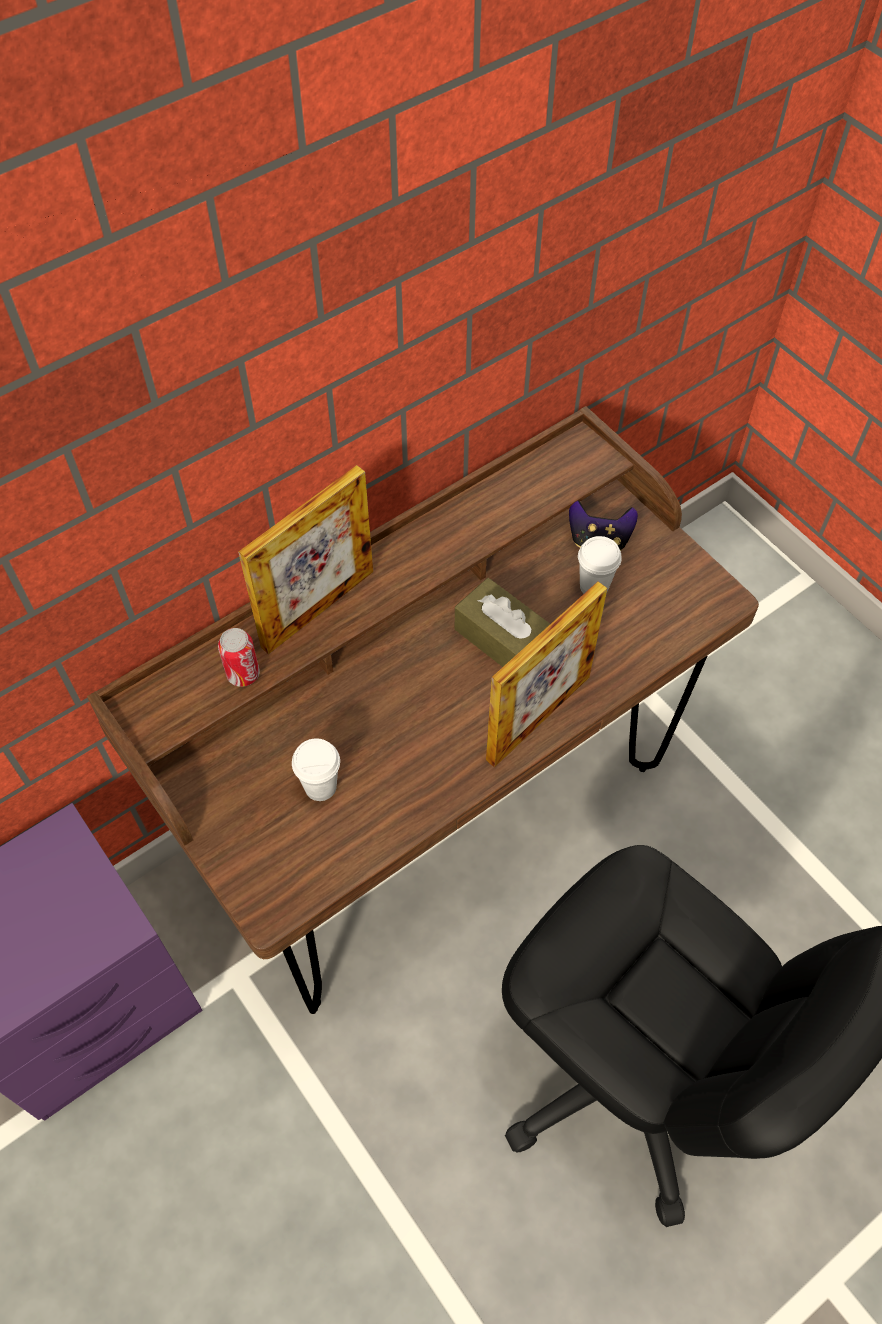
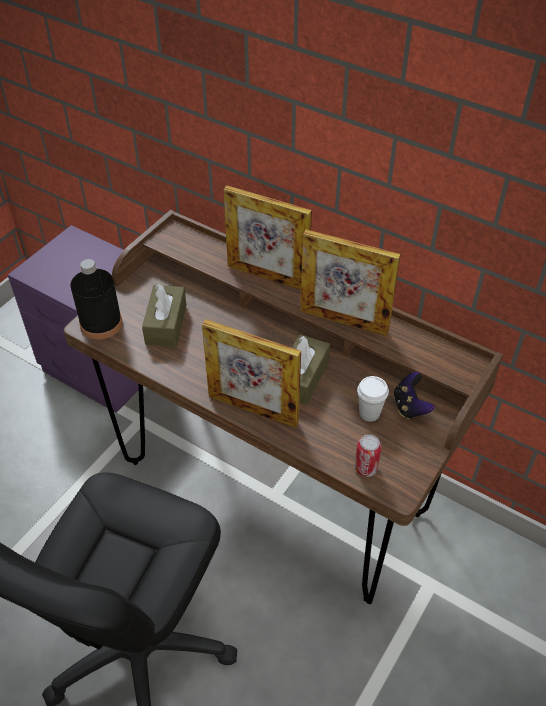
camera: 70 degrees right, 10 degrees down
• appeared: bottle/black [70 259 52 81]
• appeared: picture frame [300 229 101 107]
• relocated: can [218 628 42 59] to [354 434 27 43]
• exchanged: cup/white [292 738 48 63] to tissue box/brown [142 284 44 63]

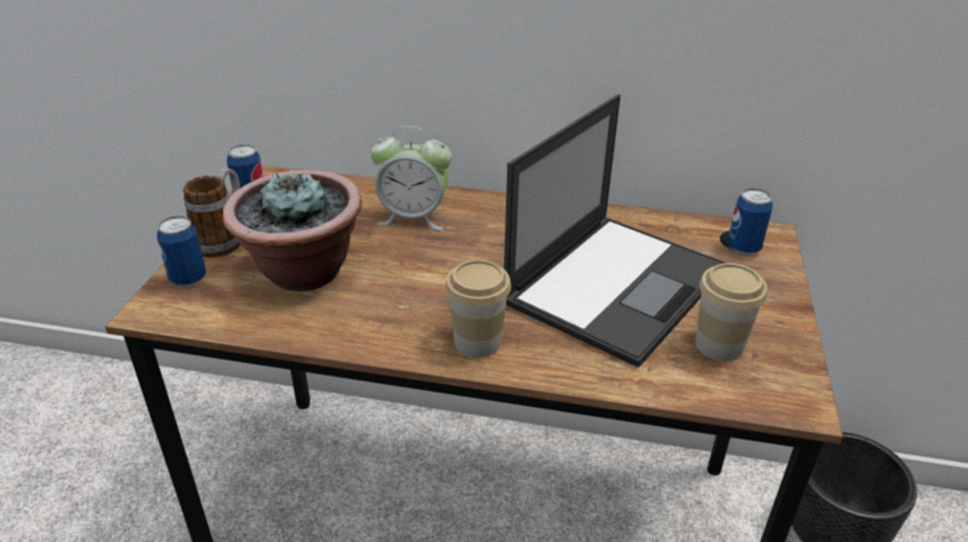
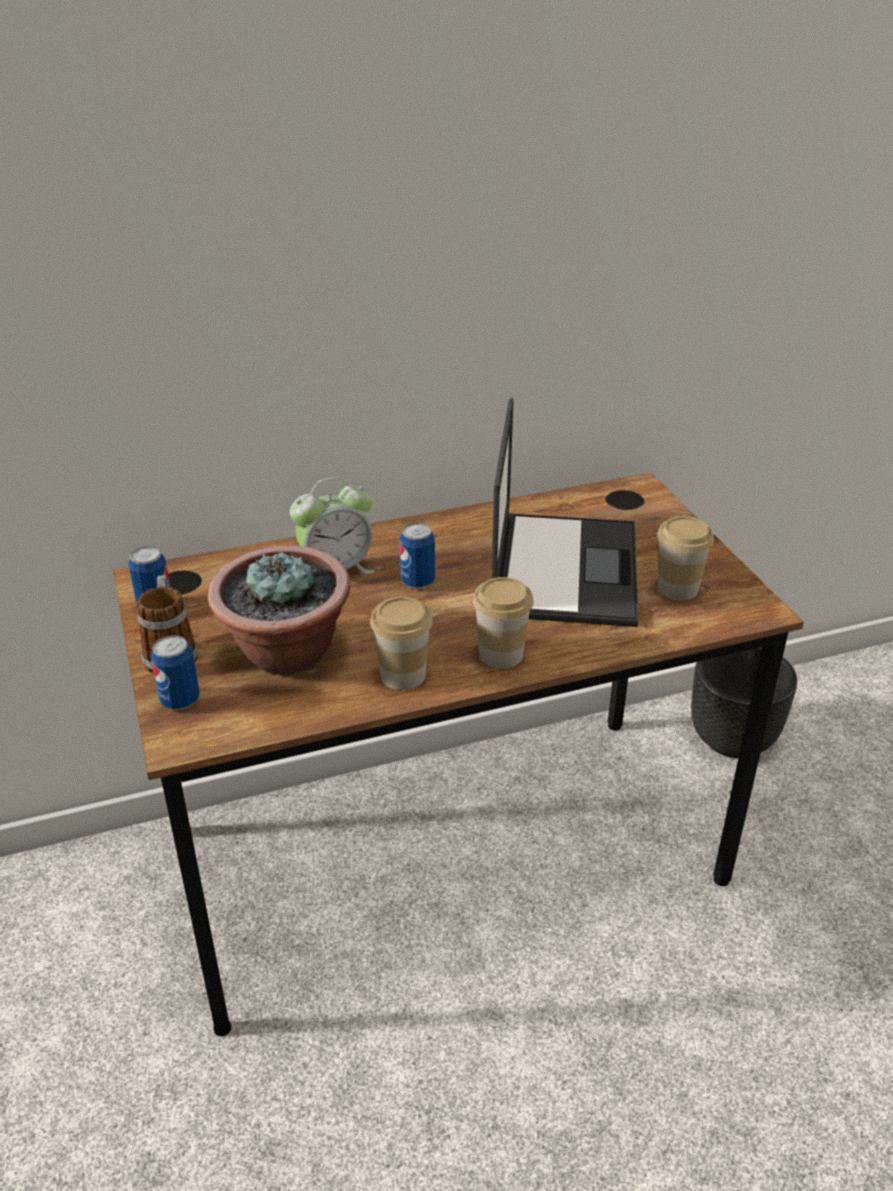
camera: 30 degrees left, 0 degrees up
• appeared: cup [370 597 63 93]
• relocated: can [728 188 45 67] to [400 523 35 66]

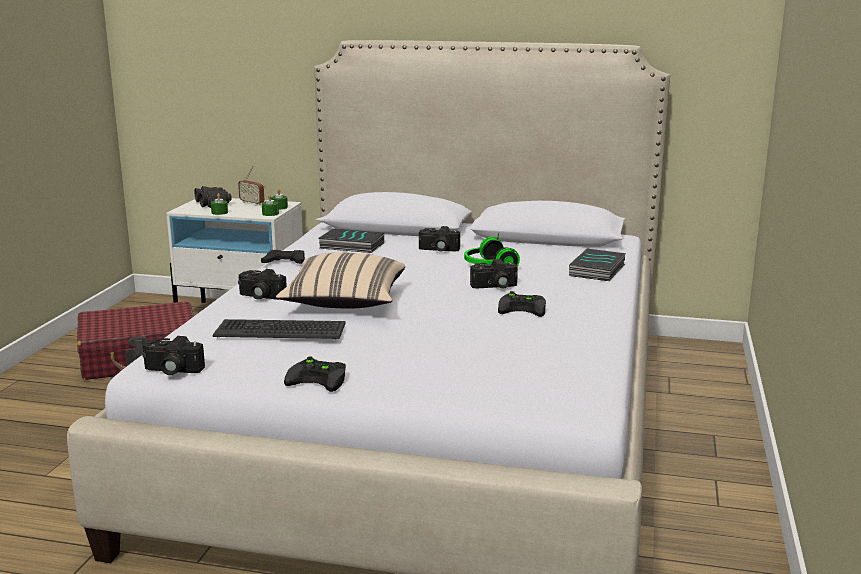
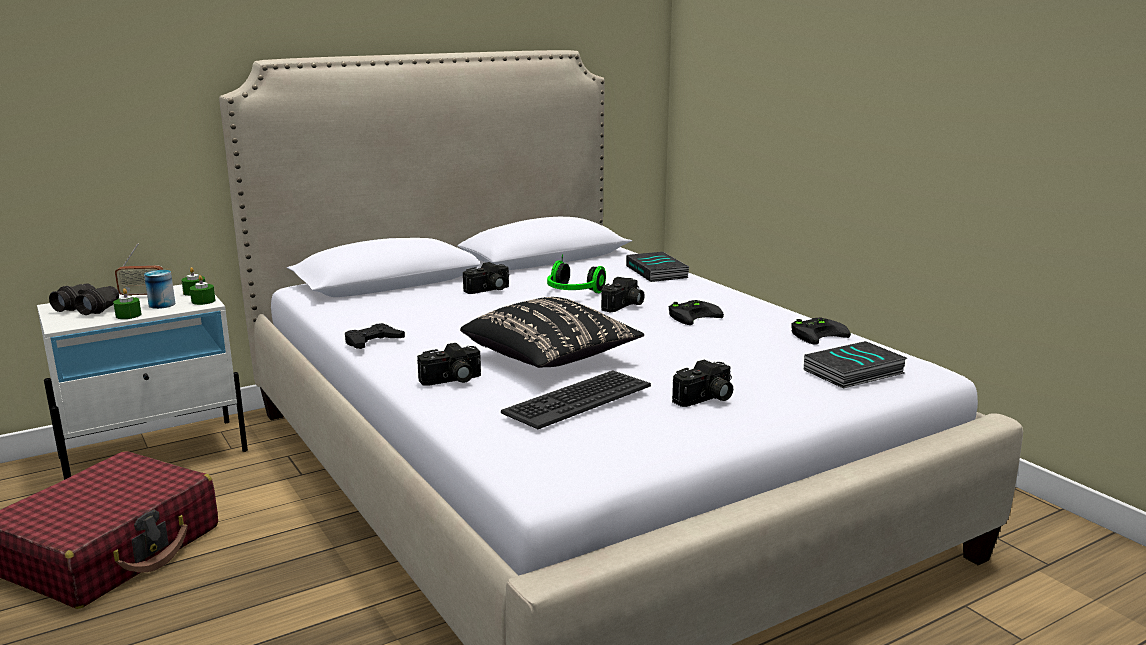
camera: 45 degrees left, 0 degrees up
• appeared: can [144 270 32 39]
• relocated: photo camera [142 336 63 39] to [672 360 61 47]
• relocated: game controller/black [284 356 62 36] to [791 317 60 28]
• relocated: book [318 228 66 25] to [804 341 103 48]
• colour: pillow/beige [276 253 129 55] to pillow/black [460 297 184 71]

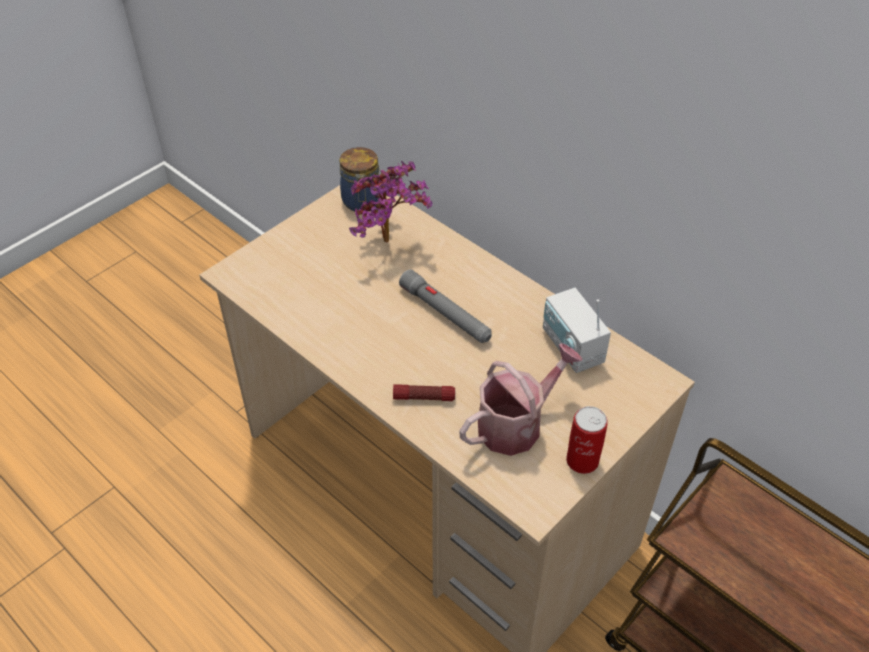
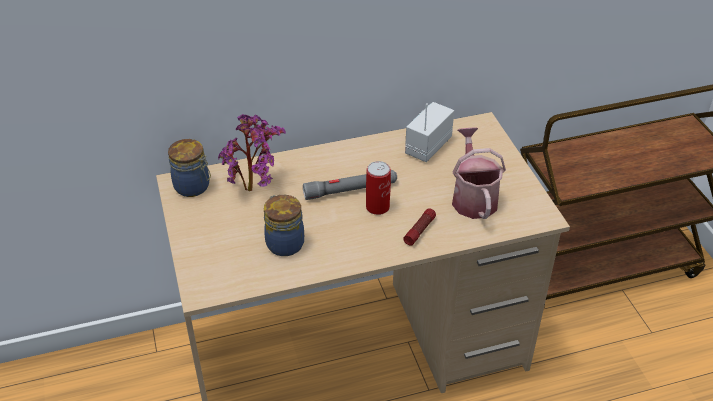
camera: 60 degrees left, 5 degrees down
• appeared: jar [264 195 40 61]
• relocated: can [566 406 42 68] to [366 161 25 54]
• spun: radio [543 288 68 85] = [405 102 49 60] 120 degrees clockwise

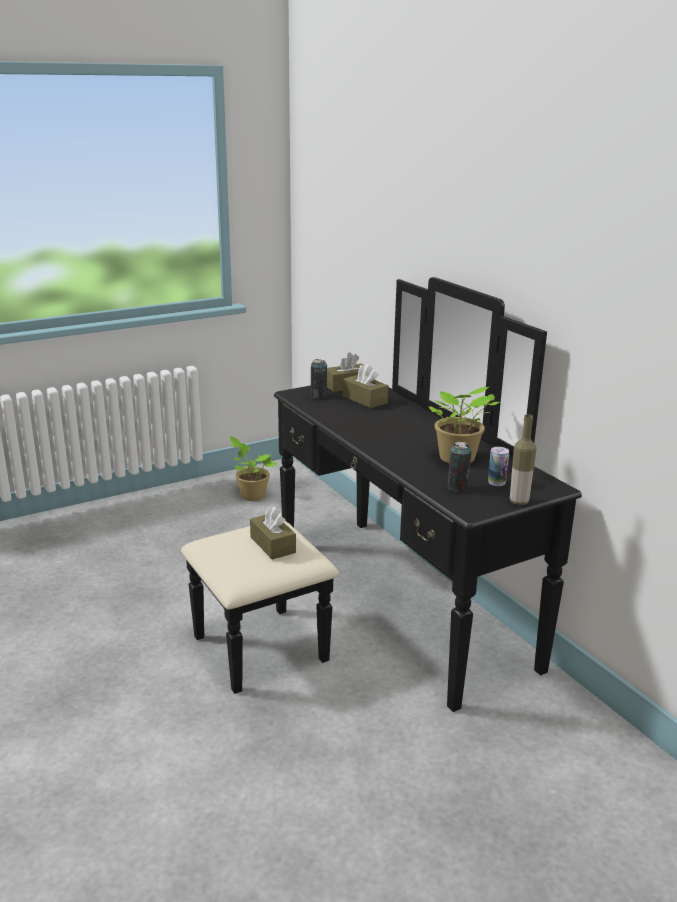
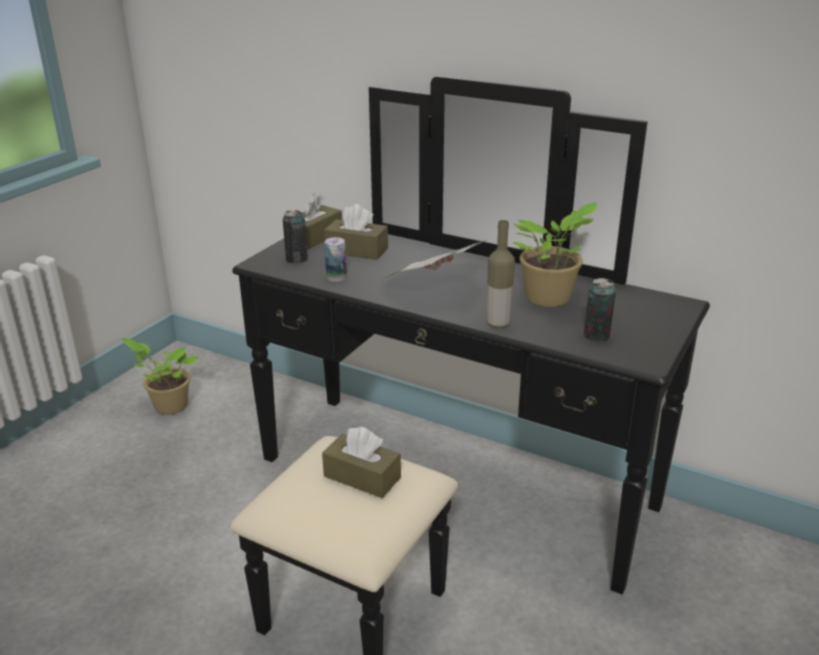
camera: 30 degrees left, 5 degrees up
• appeared: newspaper [382 241 102 38]
• relocated: can [488 447 21 39] to [324 237 23 45]
• relocated: bottle [510 415 27 90] to [487 220 28 109]

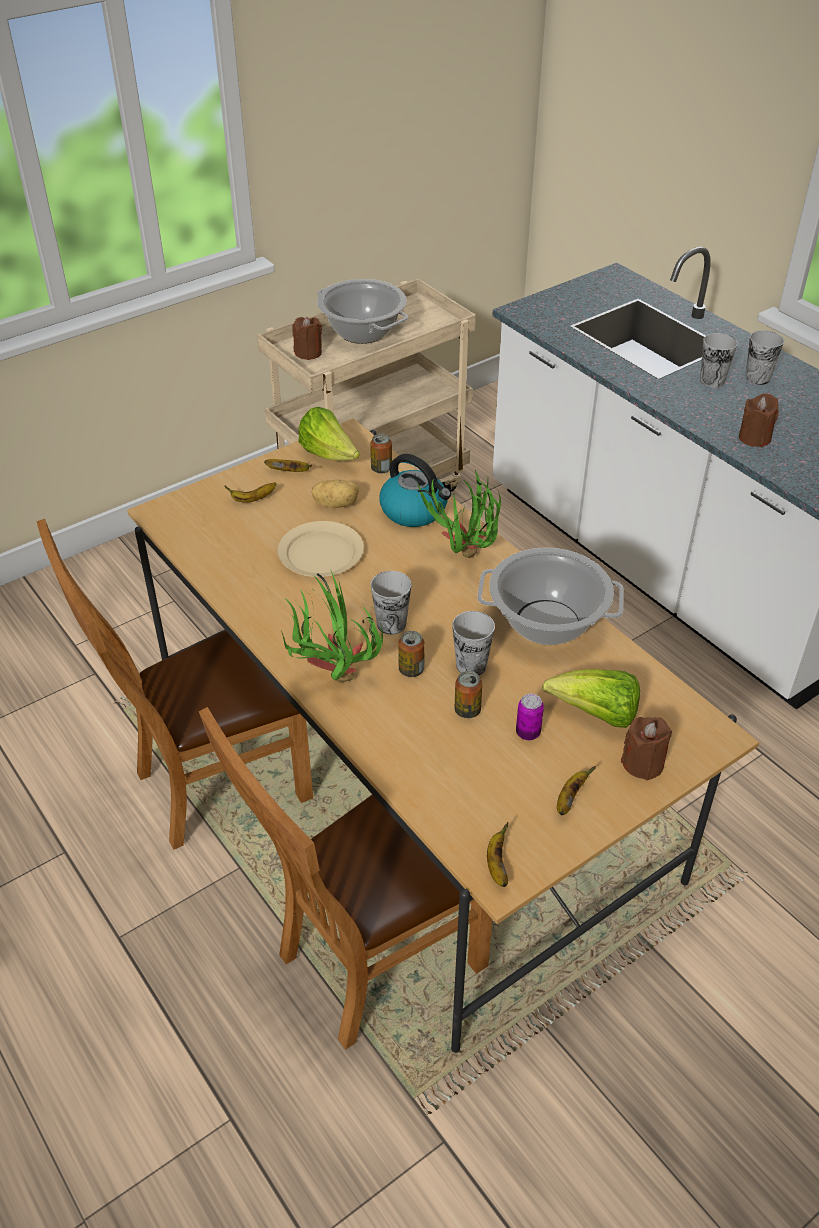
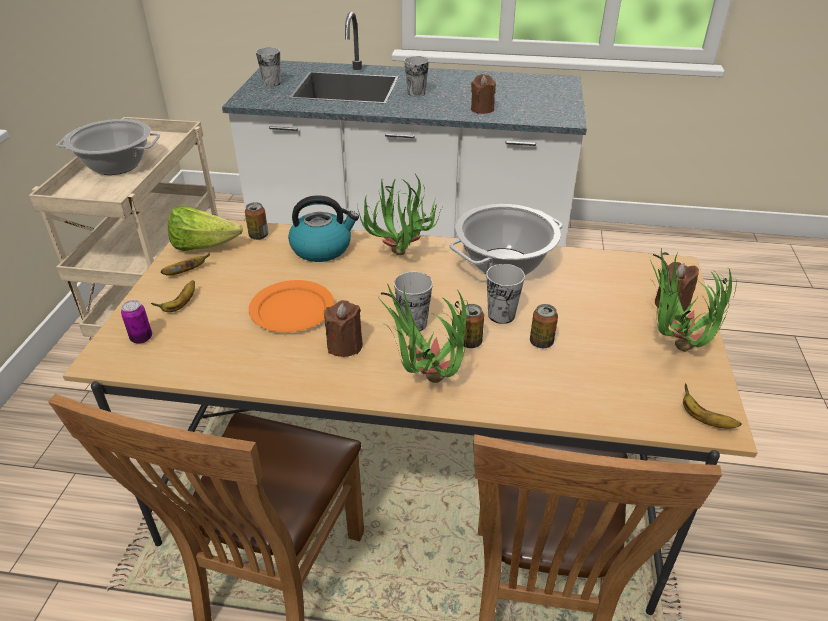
camera: 45 degrees left, 5 degrees down
• missing: potato [312 480 47 28]
• missing: lettuce [542 669 98 59]
• relocated: candle/brown [292 317 30 43] to [324 300 39 57]
• relocated: can [516 693 28 47] to [121 300 31 44]
• relocated: cup [745 330 39 55] to [256 47 25 40]
• exchanged: banana [557 765 39 50] to potted plant [649 248 87 104]
• colour: plate/beige [278 521 86 56] to plate/orange [249 280 85 52]

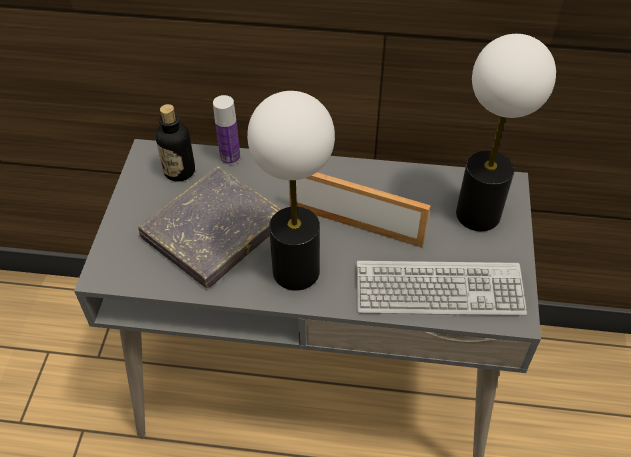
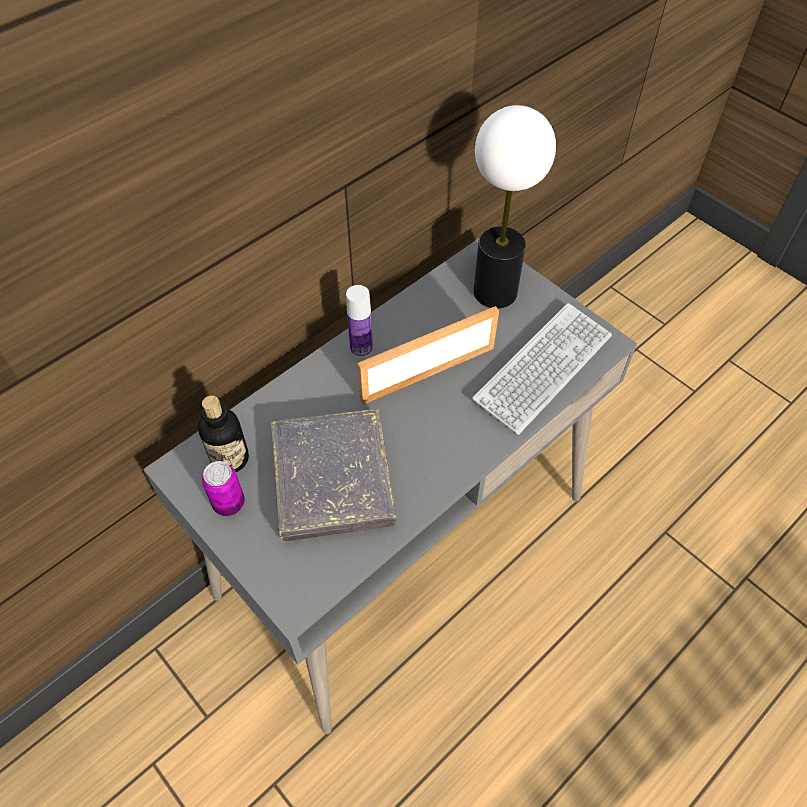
camera: 50 degrees left, 5 degrees up
• missing: table lamp [247 91 88 200]
• appeared: can [202 461 43 55]
• relocated: bottle [213 95 27 70] to [346 285 27 73]

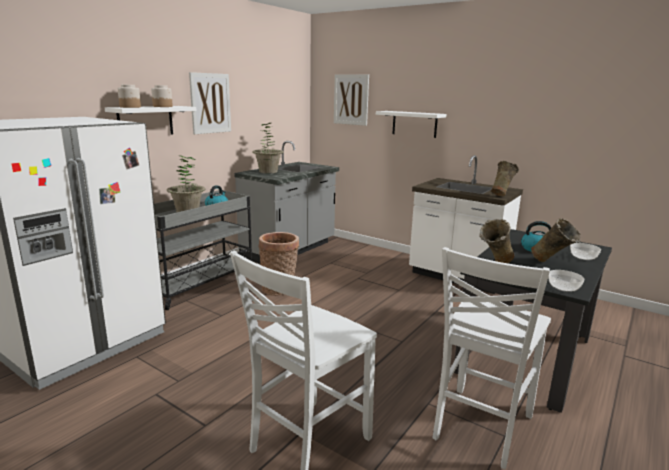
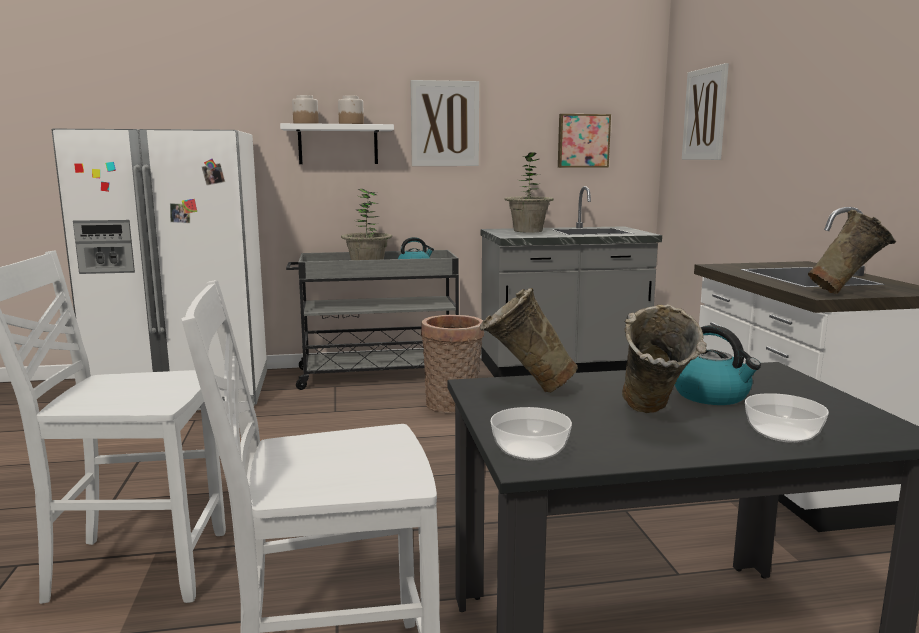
camera: 45 degrees right, 5 degrees down
• missing: shelf/white [376 111 71 27]
• appeared: picture [558 114 53 54]

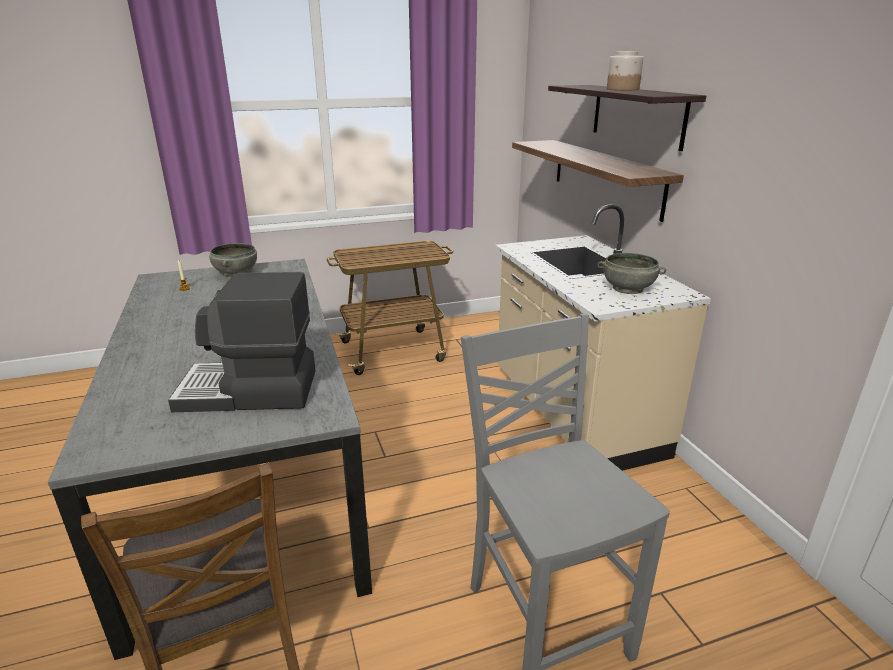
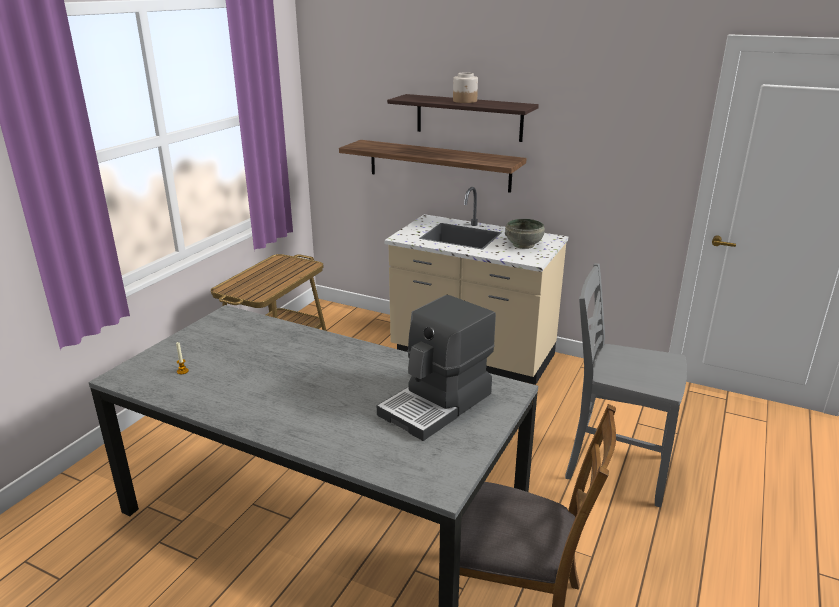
camera: 45 degrees left, 0 degrees up
• missing: bowl/grey [209 243 48 34]

